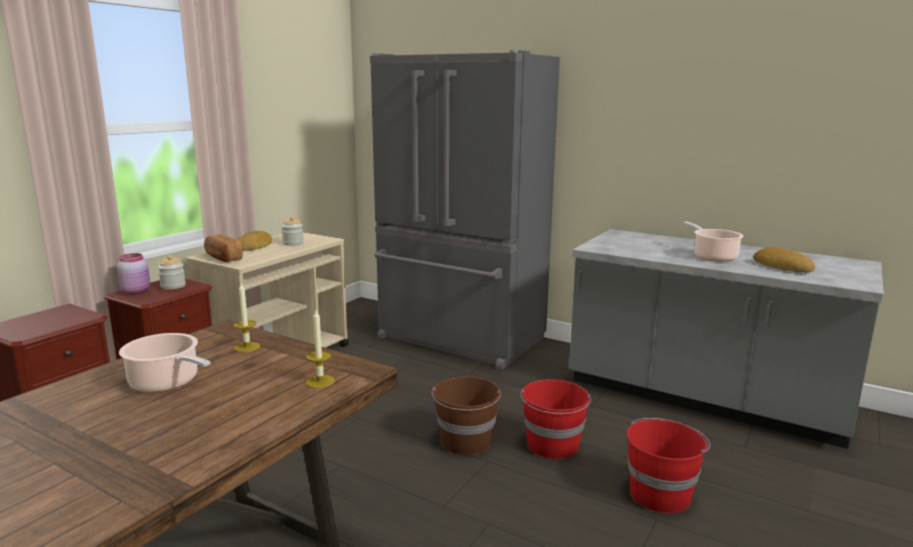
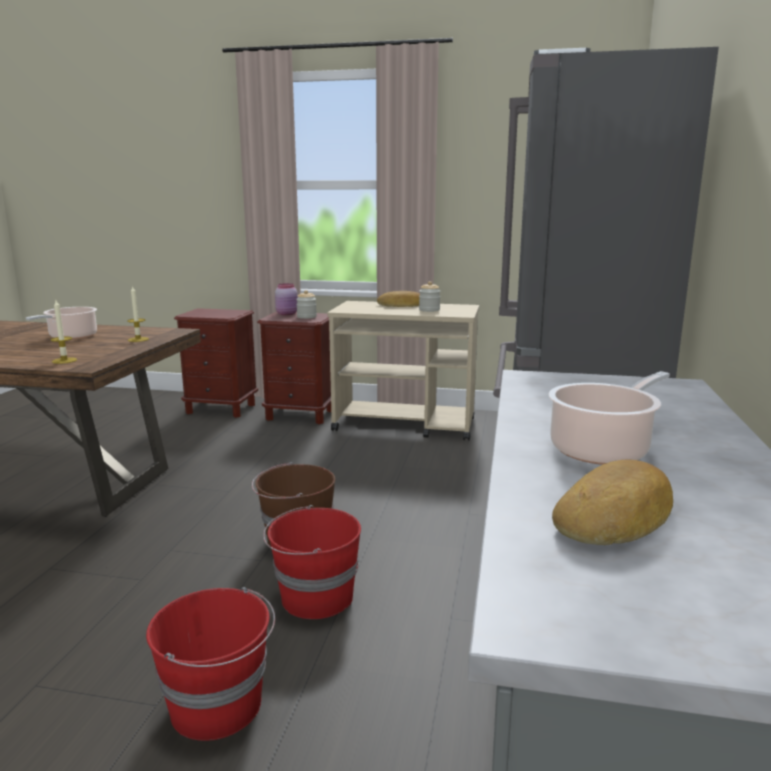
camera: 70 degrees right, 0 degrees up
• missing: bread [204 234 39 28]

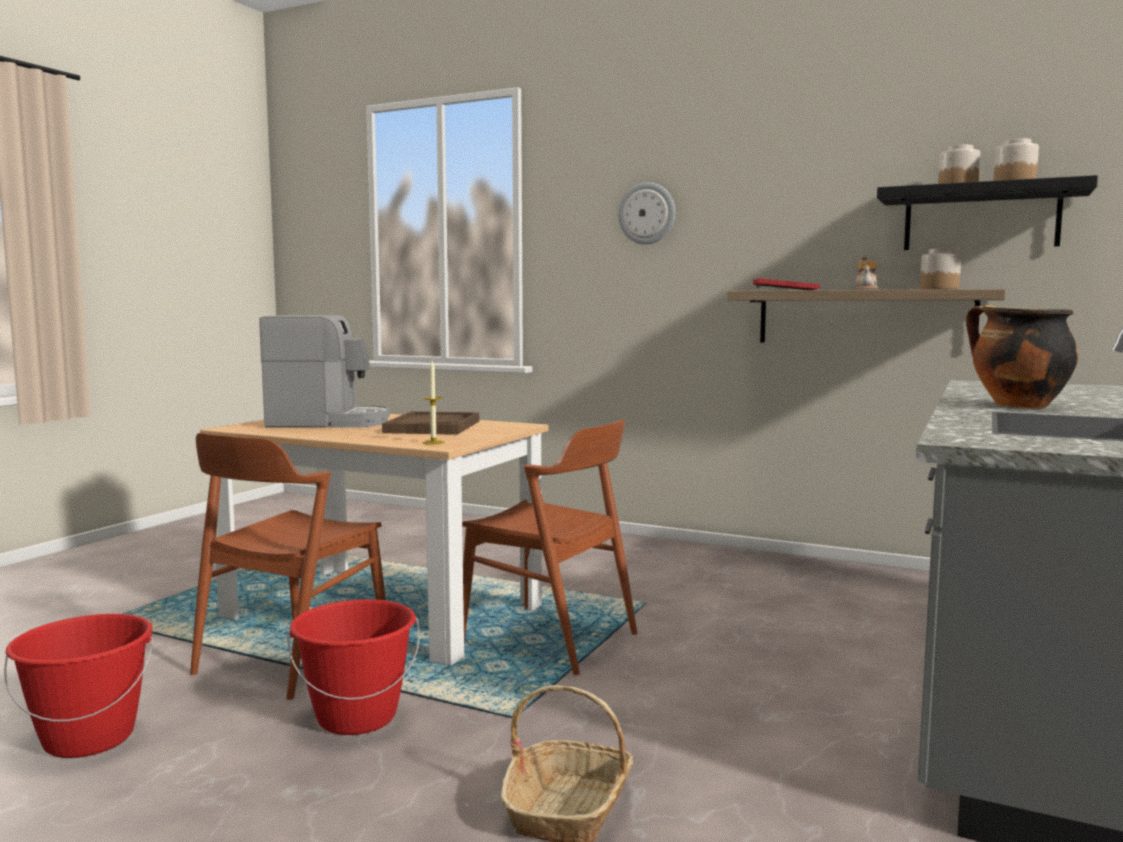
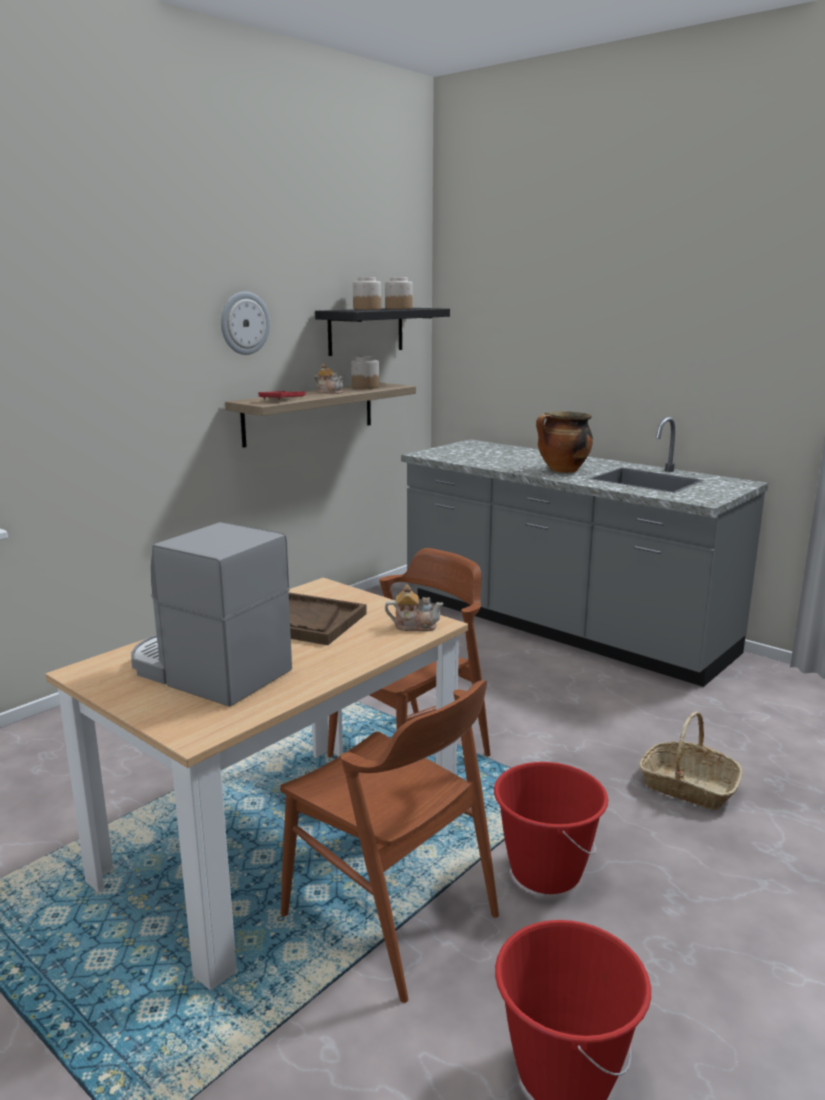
camera: 75 degrees left, 10 degrees up
• relocated: wall clock [618 182 57 63] to [221 291 49 64]
• exchanged: candle [423 361 22 84] to teapot [385 584 59 47]
• spun: coffee machine [259 315 131 113] = [131 522 161 185] 75 degrees counterclockwise

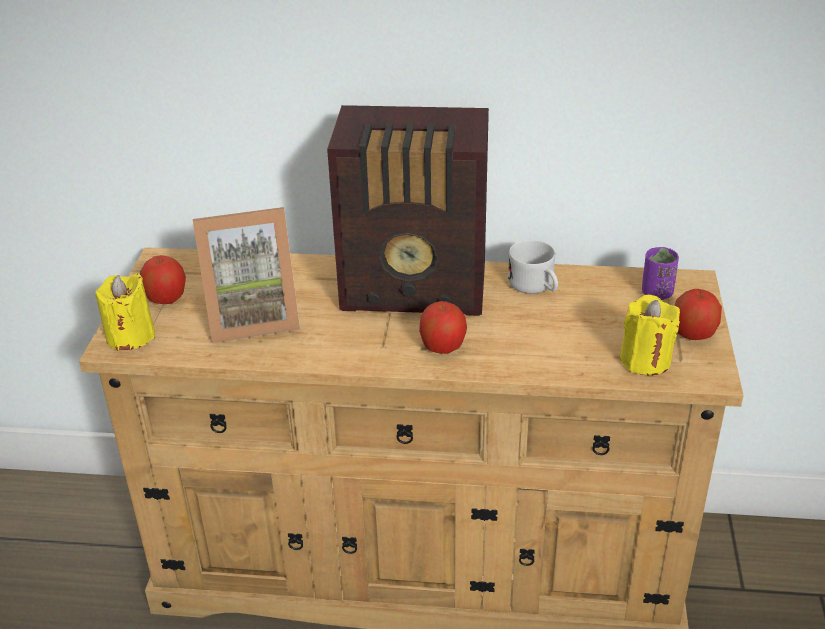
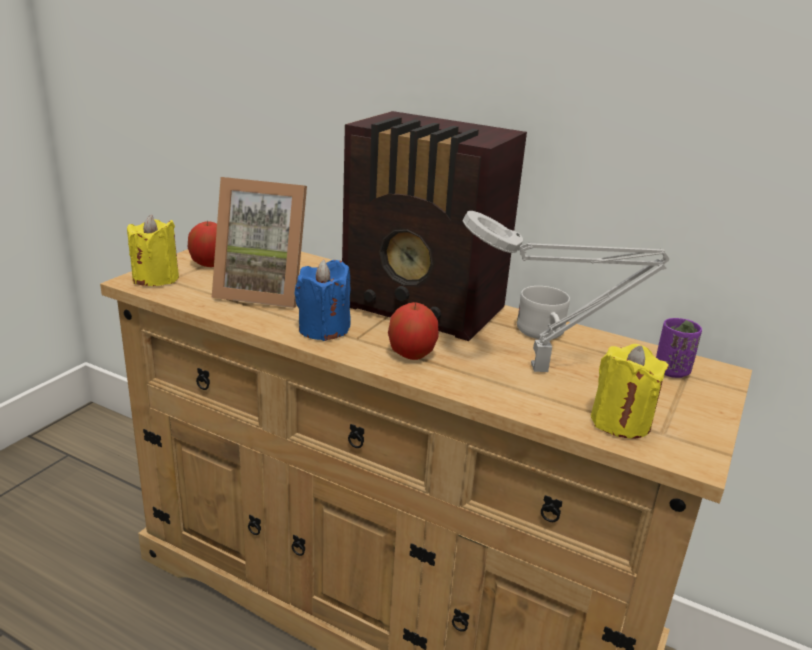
camera: 20 degrees right, 10 degrees down
• missing: apple [674 289 48 51]
• appeared: candle/blue [294 260 57 81]
• appeared: table lamp/grey [463 211 206 161]

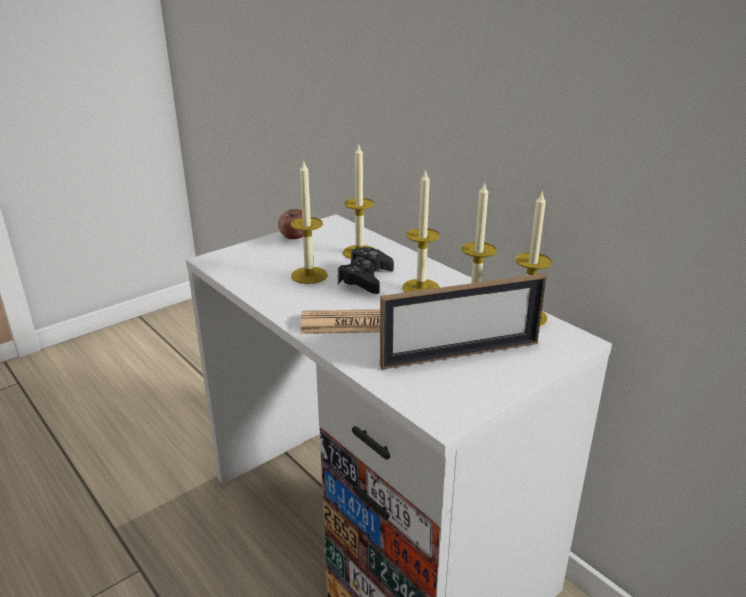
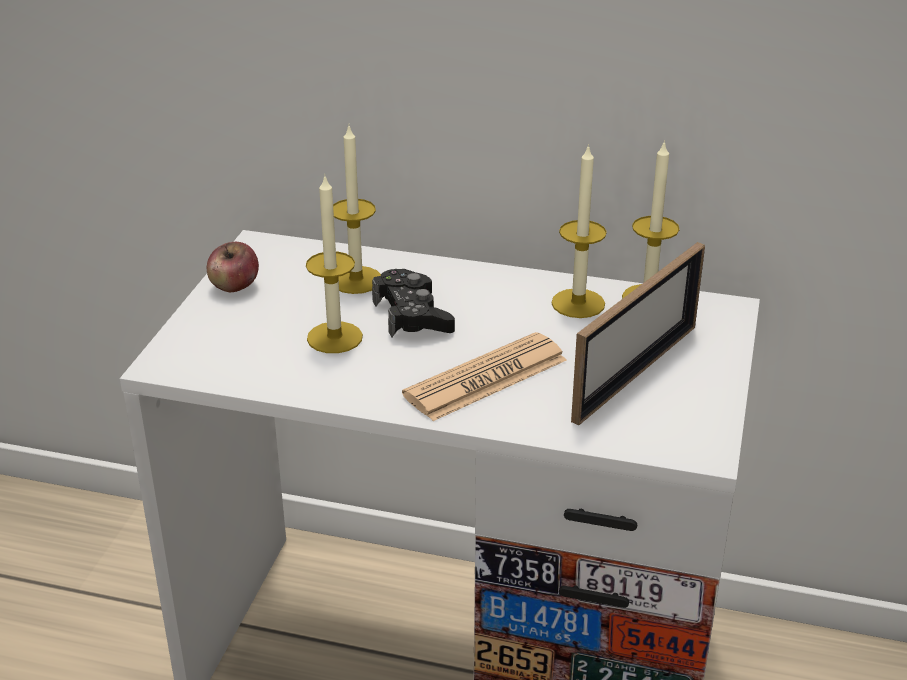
camera: 35 degrees left, 5 degrees up
• missing: candle [402 169 38 123]

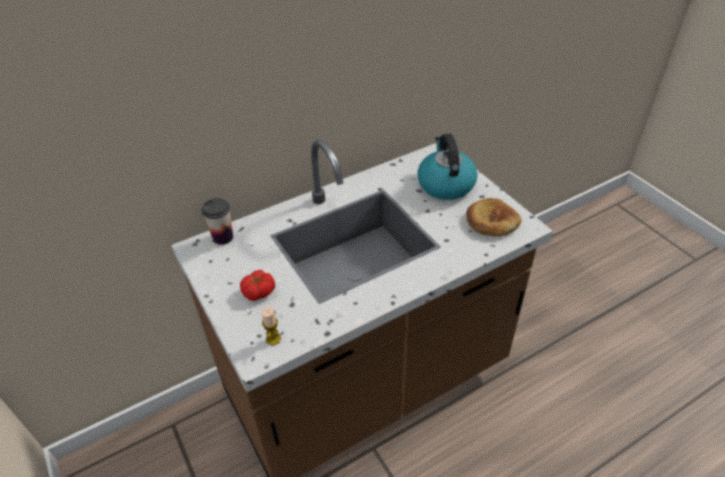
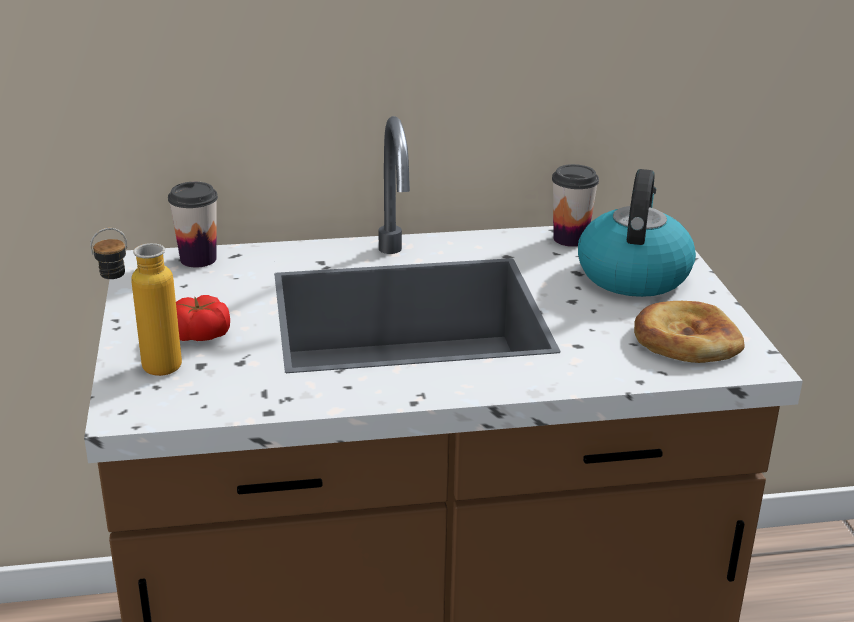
camera: 20 degrees right, 15 degrees down
• missing: candle [262 307 19 38]
• appeared: bottle [90 228 92 148]
• appeared: cup [552 164 47 83]

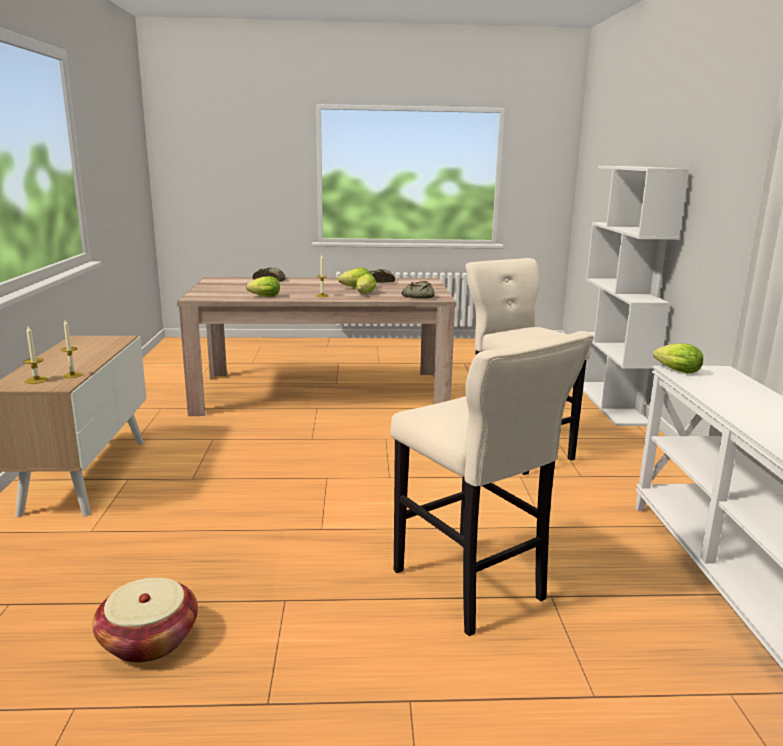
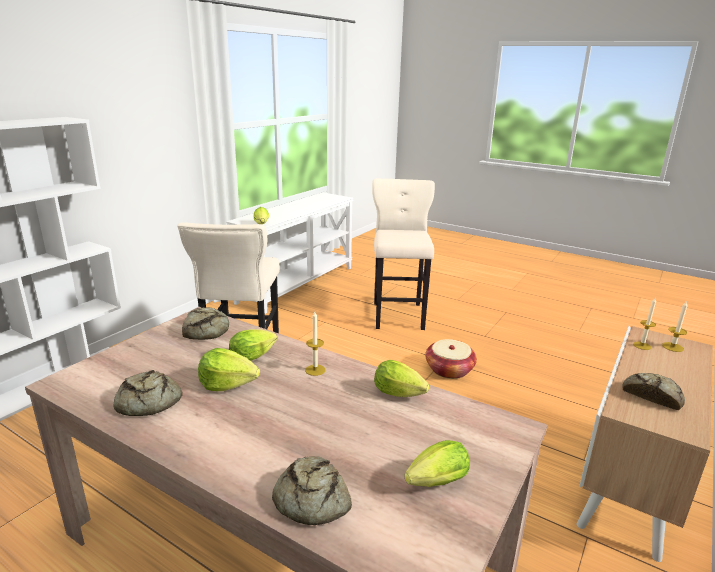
camera: 145 degrees left, 5 degrees up
• appeared: lettuce [404 440 66 47]
• appeared: bread [622 373 63 37]
• relocated: basket [92 577 106 86] to [425 339 52 40]

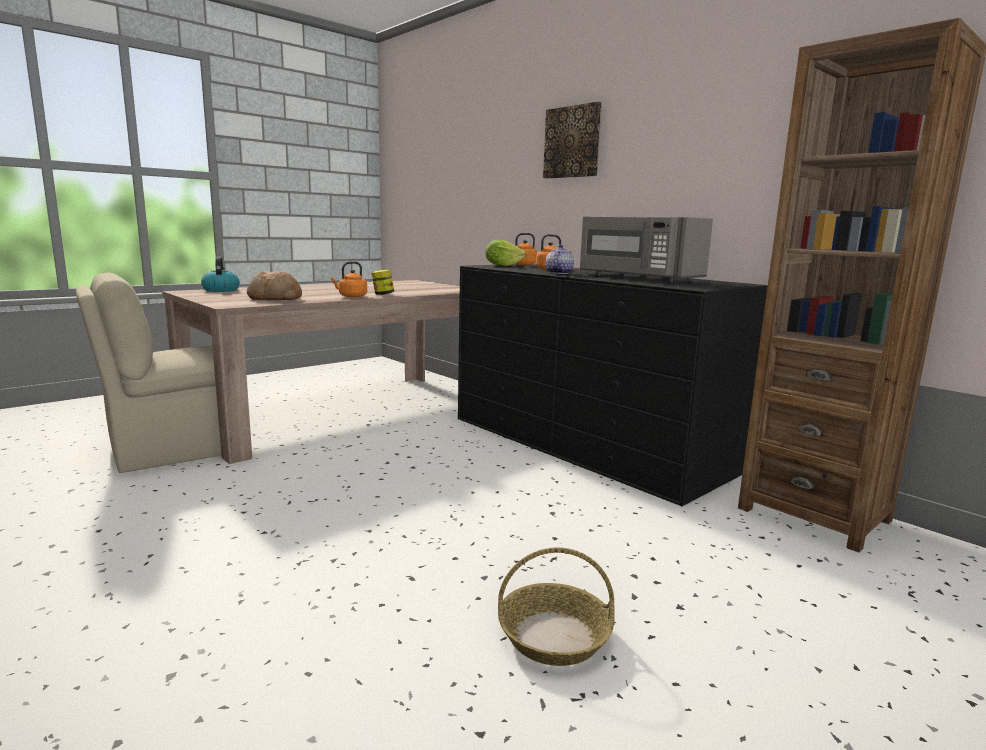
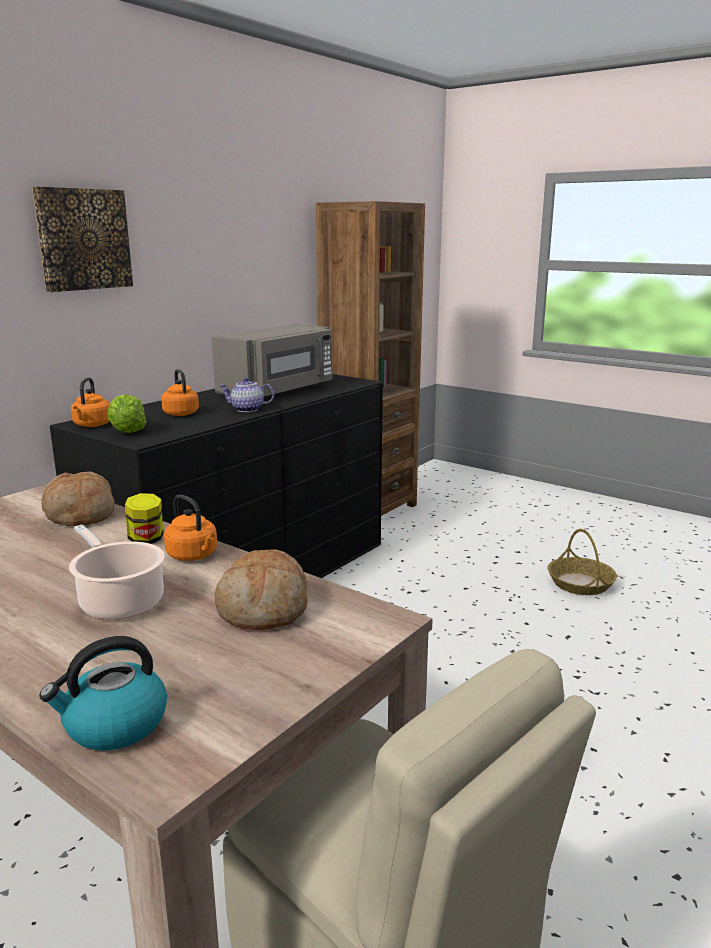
camera: 100 degrees left, 5 degrees up
• appeared: bread [42 471 73 55]
• appeared: cooking pot [69 525 96 95]

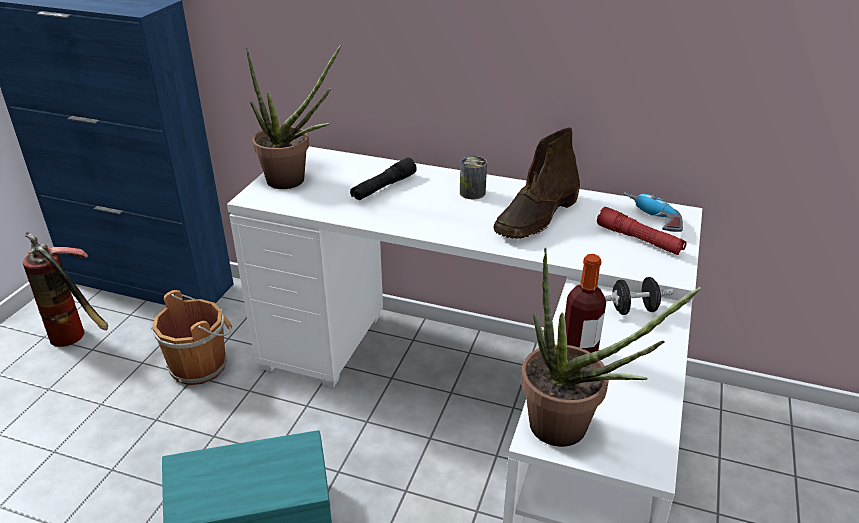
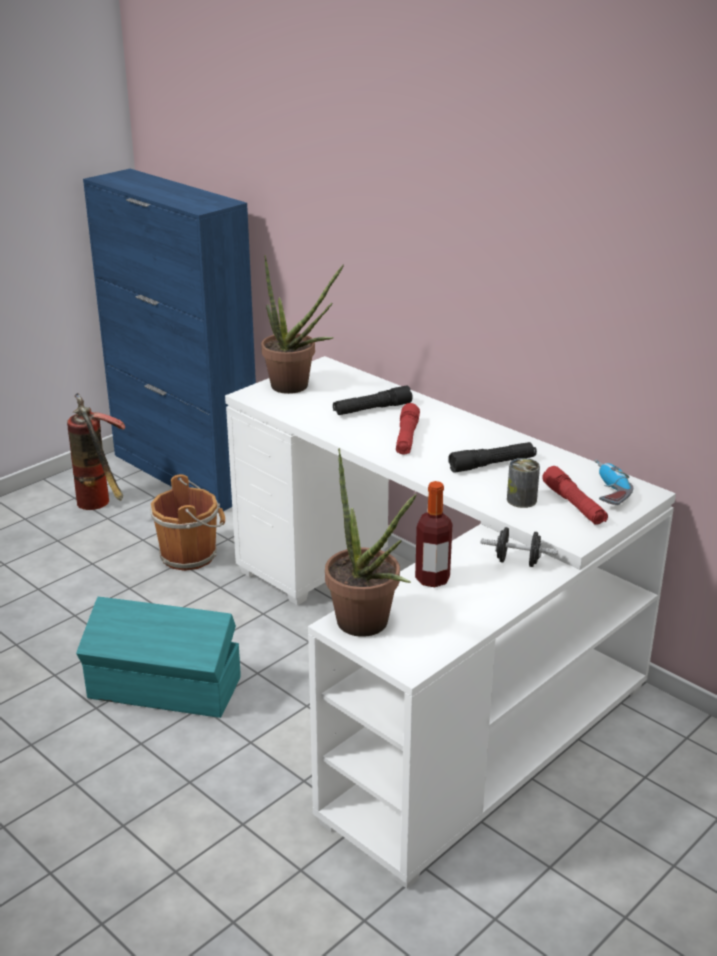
camera: 25 degrees right, 5 degrees down
• appeared: flashlight/red [396 403 24 52]
• relocated: can [460 156 27 43] to [507 458 33 50]
• exchanged: boot/brown [493 127 87 112] to flashlight/black [448 442 89 31]

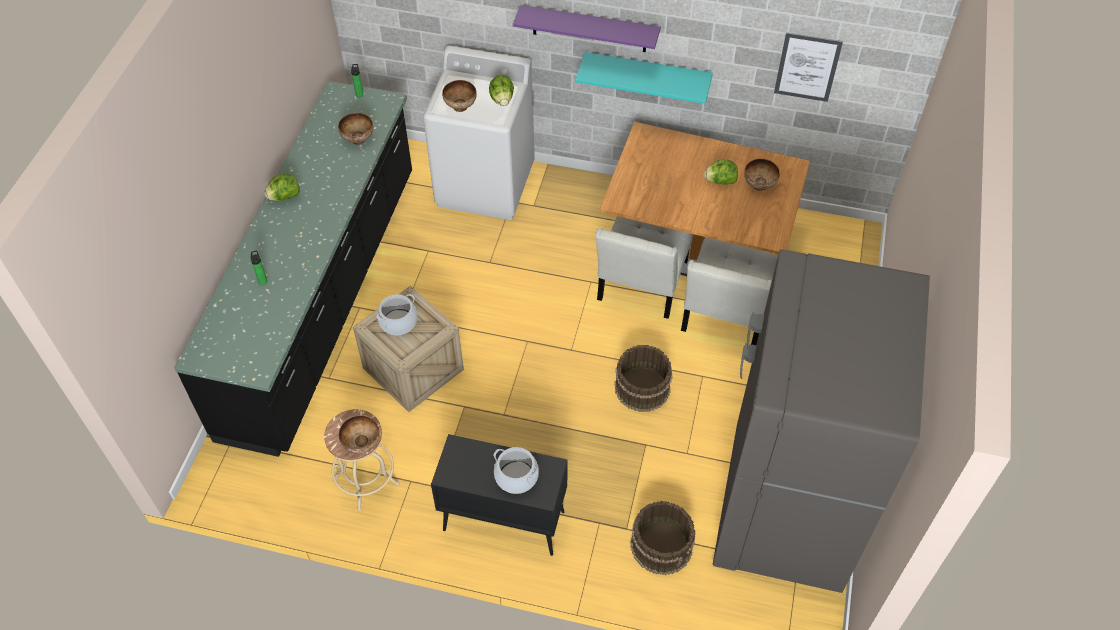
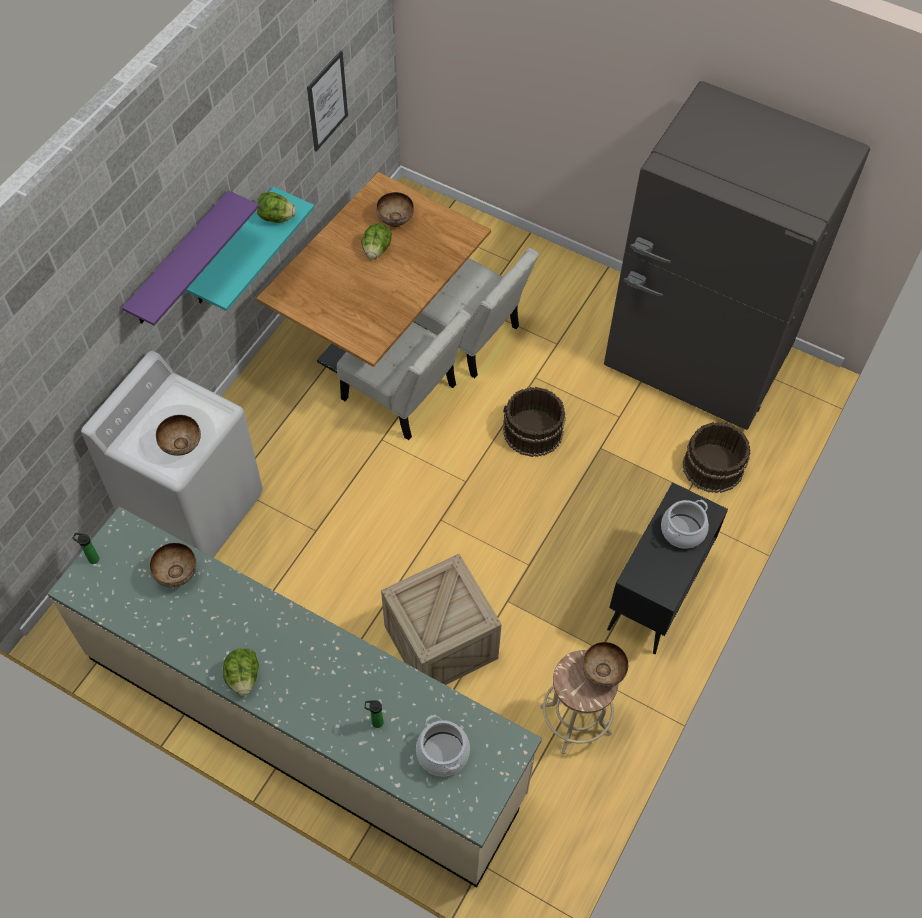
camera: 75 degrees left, 5 degrees up
• relocated: cooking pot [376 294 42 41] to [416 715 54 62]
• relocated: lettuce [489 74 25 32] to [257 192 39 31]
• colour: counter/black [174 81 238 376] to counter/beige [47 506 495 381]

